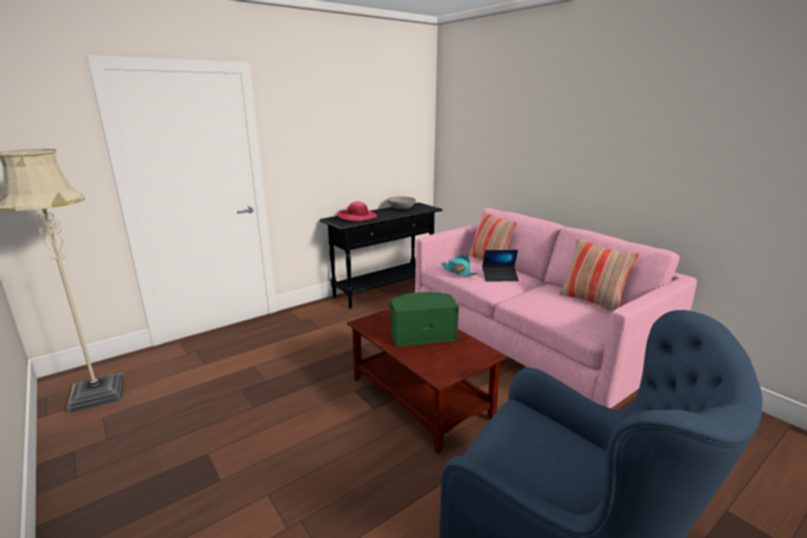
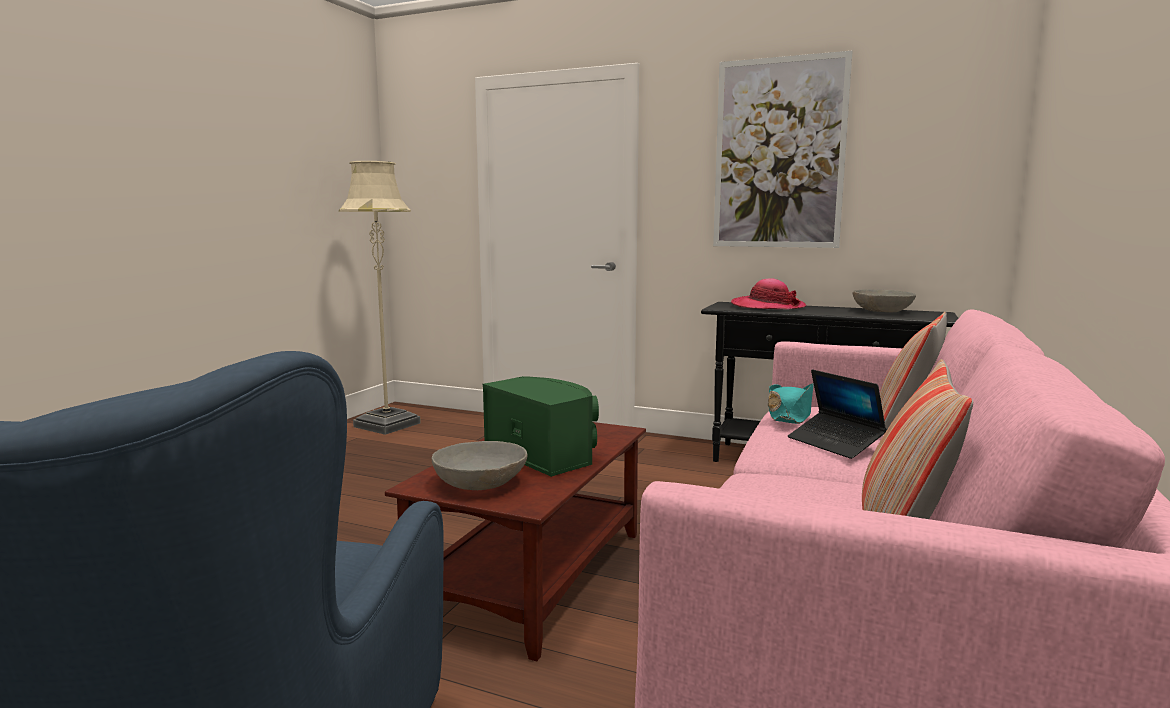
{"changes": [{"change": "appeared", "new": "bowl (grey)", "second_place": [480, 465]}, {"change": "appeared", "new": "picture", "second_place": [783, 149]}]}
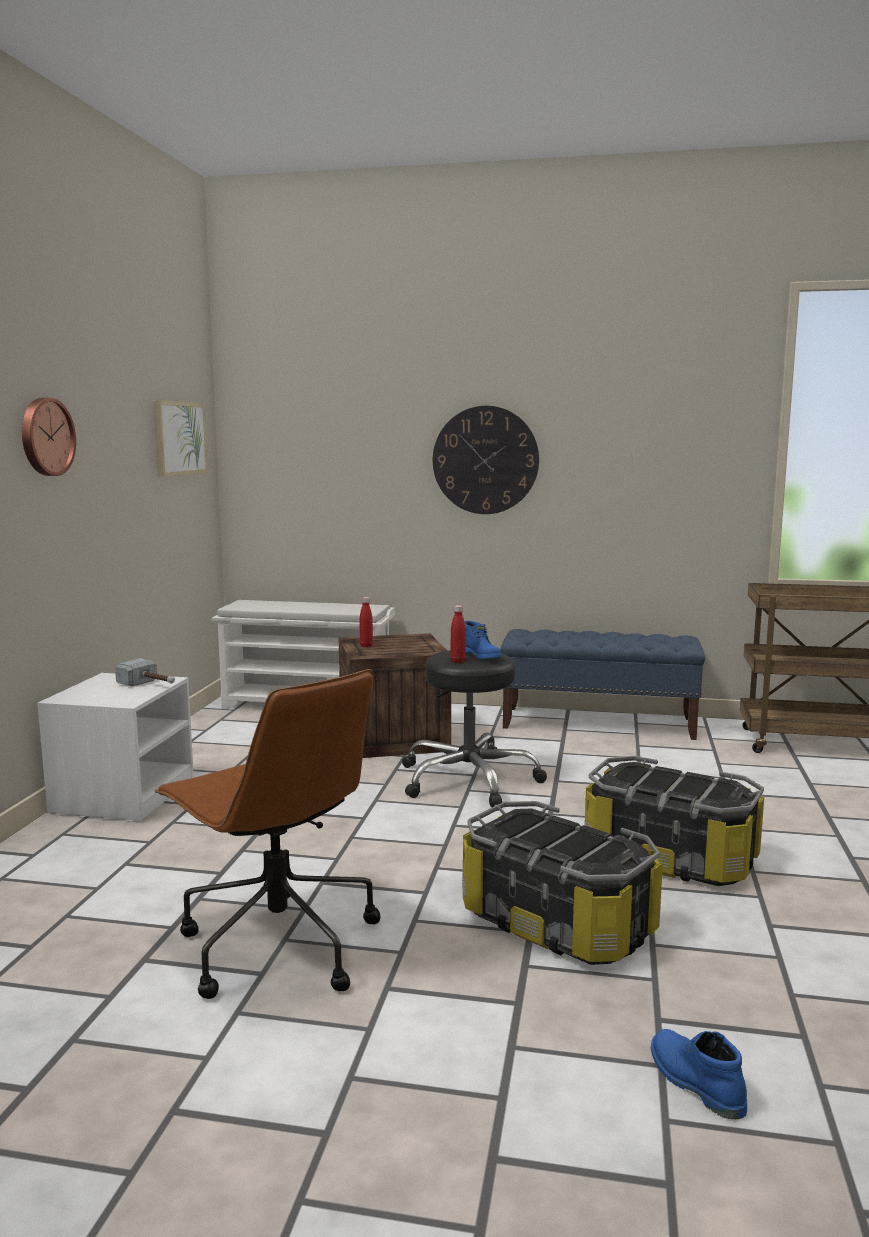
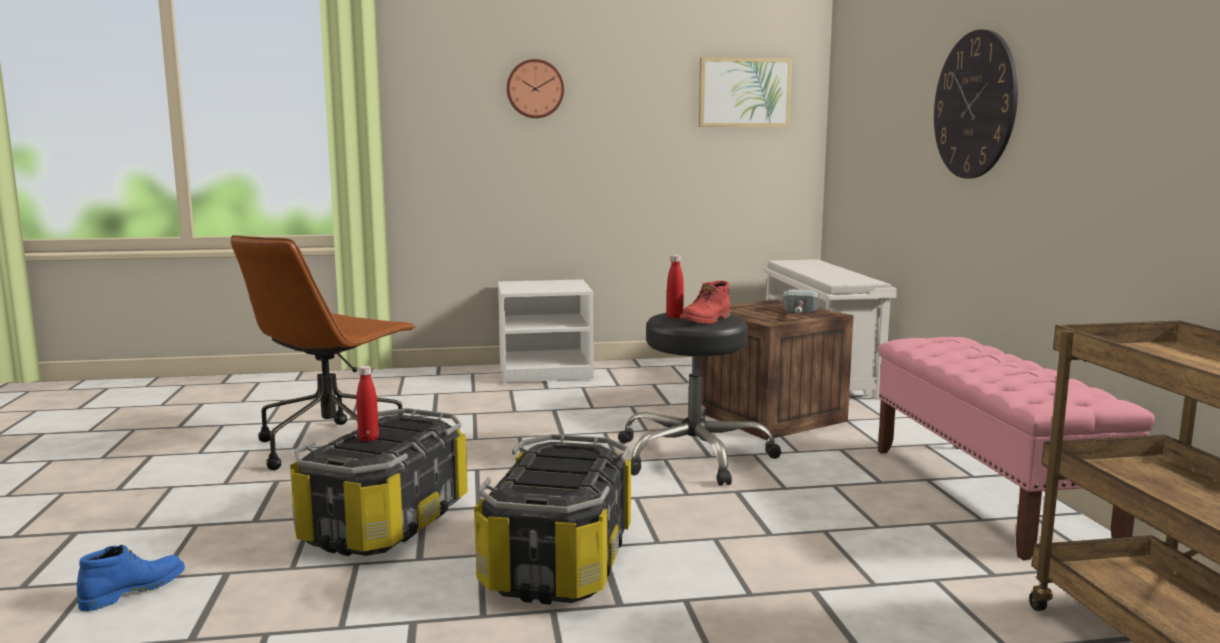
{"changes": [{"change": "relocated", "old": "hand hammer", "first_place": [145, 672], "second_place": [800, 301]}, {"change": "relocated", "old": "beverage bottle (reddish)", "first_place": [366, 622], "second_place": [367, 404]}, {"change": "colour", "old": "high-top boot (blue-coloured)", "new": "high-top boot (reddish)", "first_place": [483, 640], "second_place": [705, 302]}, {"change": "colour", "old": "indoor bench (blue-coloured)", "new": "indoor bench (pink-coloured)", "first_place": [602, 684], "second_place": [1016, 448]}]}
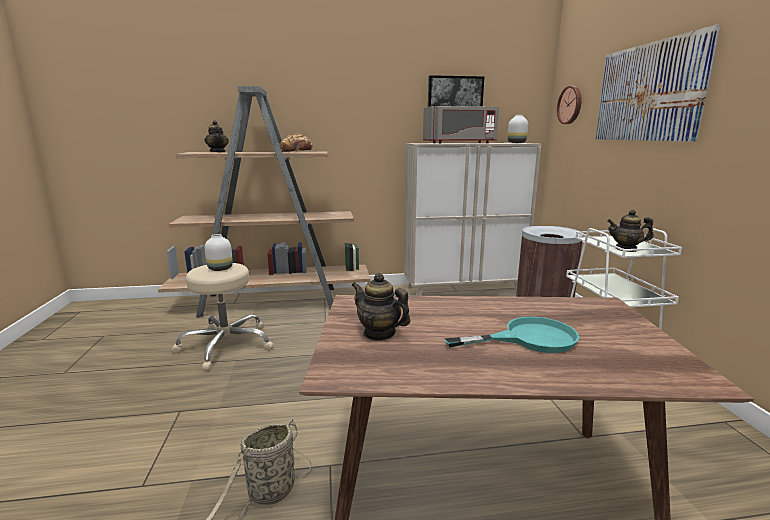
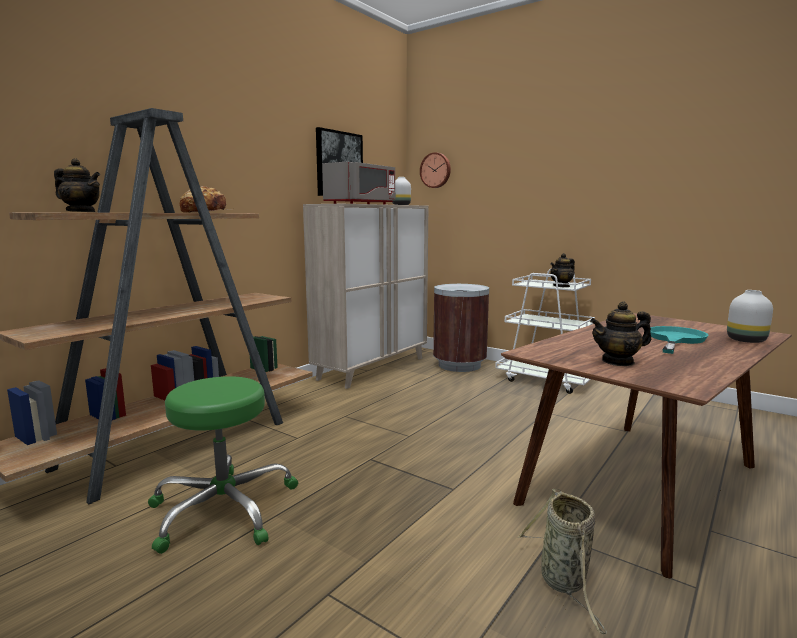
{"changes": [{"change": "colour", "old": "sitting stool (beige-coloured)", "new": "sitting stool (green-coloured)", "first_place": [223, 317], "second_place": [223, 465]}, {"change": "relocated", "old": "vase (white)", "first_place": [219, 252], "second_place": [750, 316]}, {"change": "missing", "old": "picture", "first_place": [658, 83]}]}
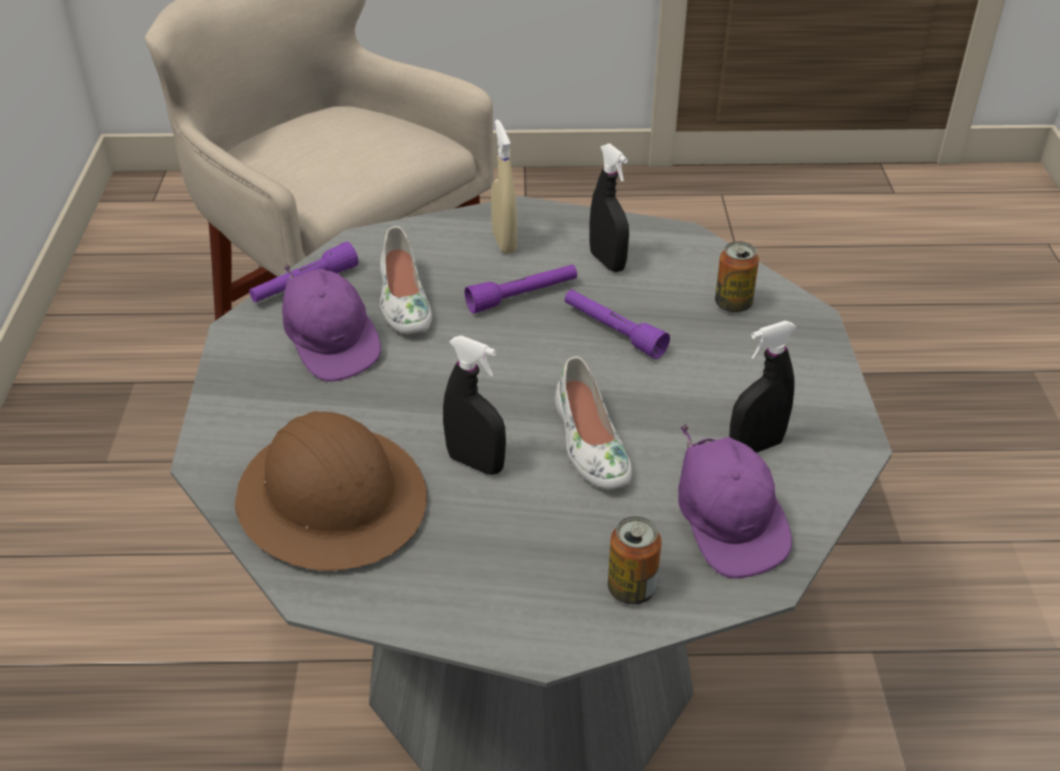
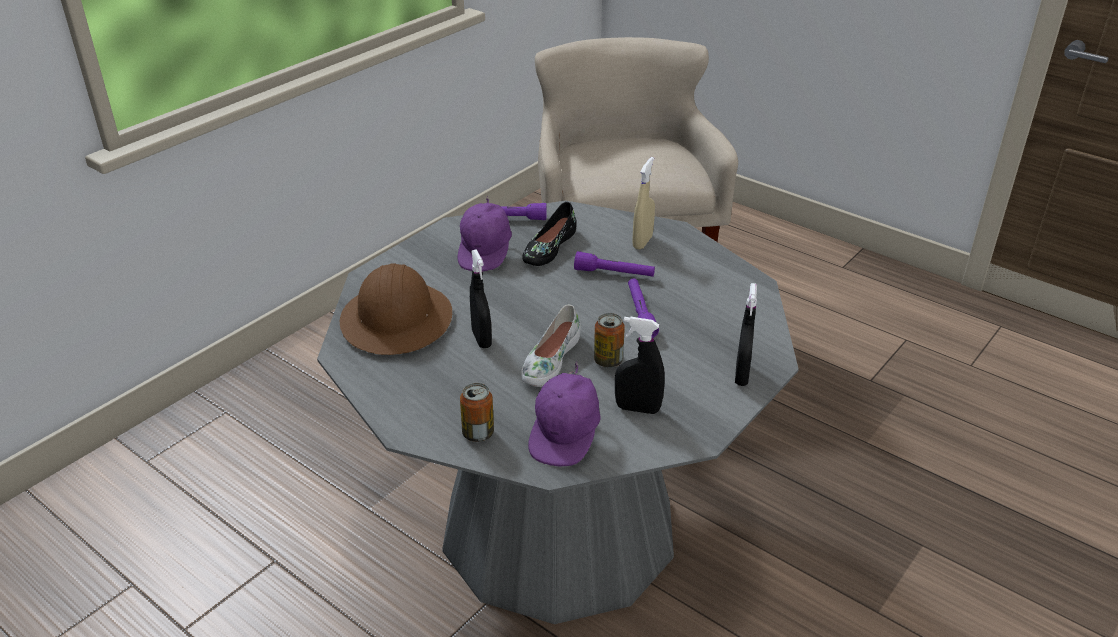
{"changes": [{"change": "colour", "old": "shoe (white)", "new": "shoe (black-coloured)", "first_place": [406, 280], "second_place": [549, 234]}, {"change": "relocated", "old": "spray bottle (black-coloured)", "first_place": [609, 207], "second_place": [746, 334]}, {"change": "relocated", "old": "can", "first_place": [737, 277], "second_place": [609, 340]}]}
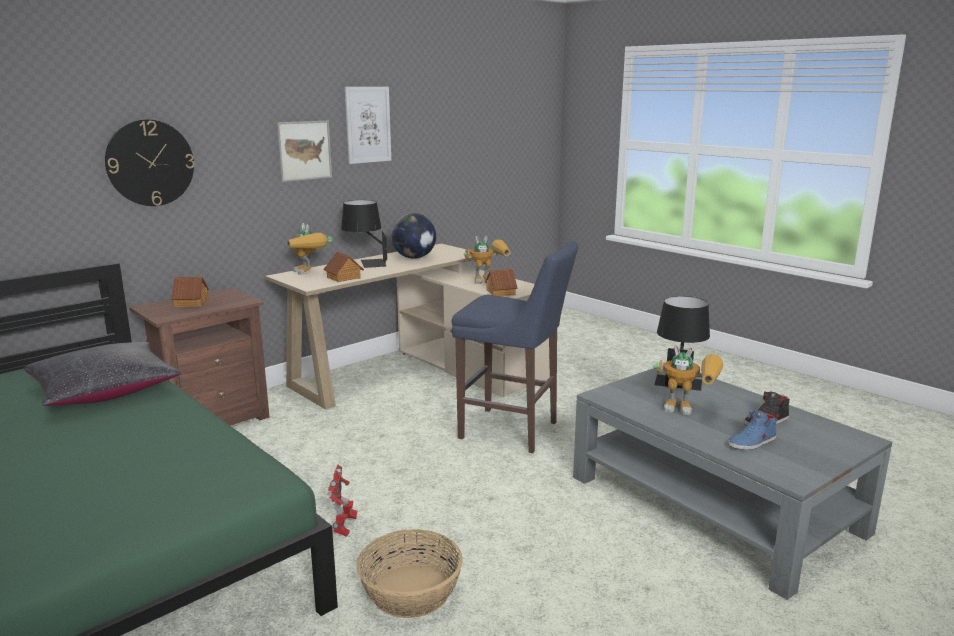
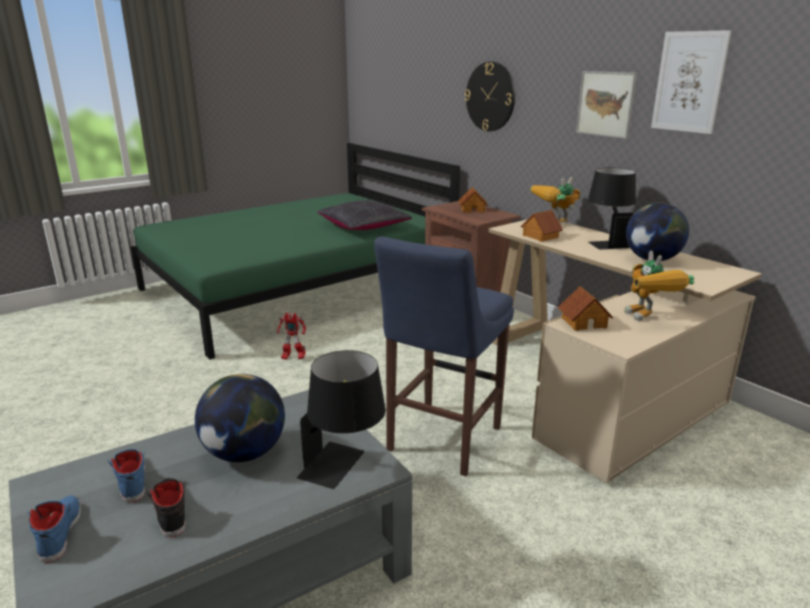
{"changes": [{"change": "missing", "old": "basket", "first_place": [410, 573]}, {"change": "exchanged", "old": "robot figure", "new": "globe", "first_place": [688, 380], "second_place": [240, 418]}, {"change": "appeared", "new": "shoe (blue-coloured)", "second_place": [54, 529]}]}
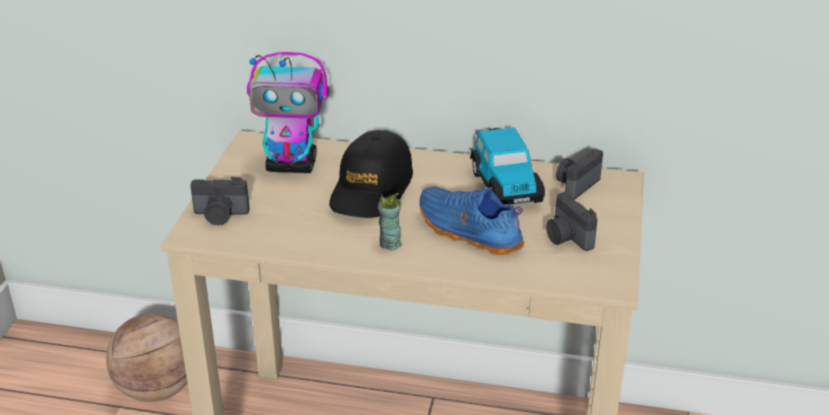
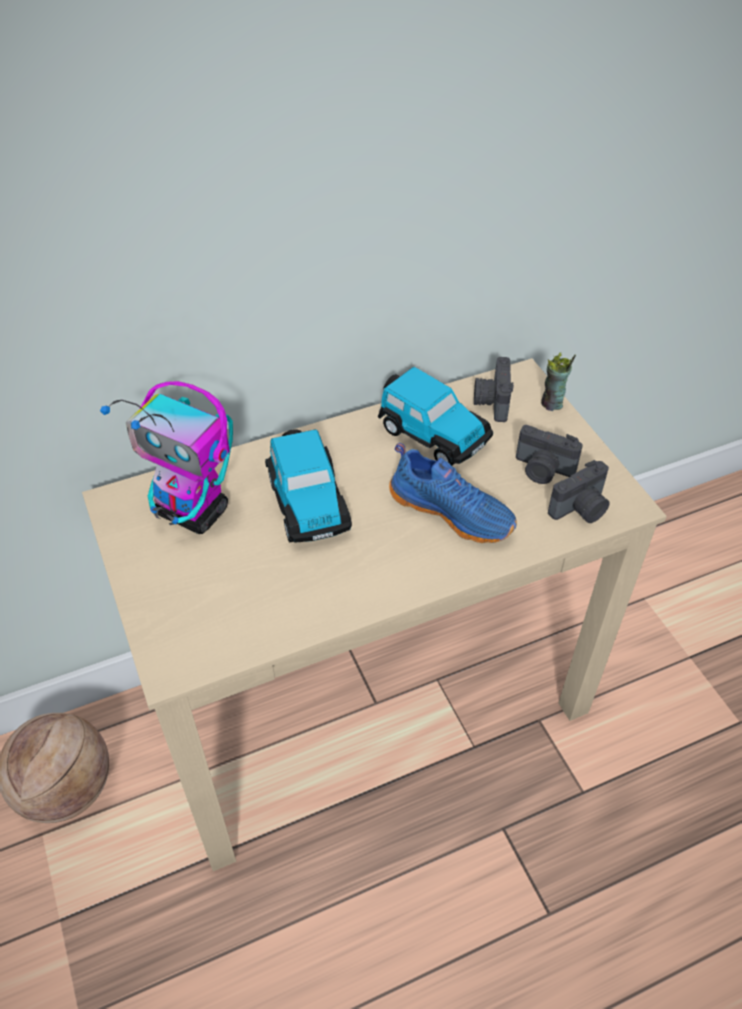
{"changes": [{"change": "relocated", "old": "photo camera", "first_place": [219, 201], "second_place": [579, 491]}, {"change": "spun", "old": "robot figure", "first_place": [288, 112], "second_place": [166, 457], "degrees": 60}, {"change": "exchanged", "old": "peaked cap (black-coloured)", "new": "miniature car", "first_place": [371, 174], "second_place": [308, 486]}, {"change": "relocated", "old": "drinking cup", "first_place": [389, 221], "second_place": [558, 381]}, {"change": "spun", "old": "shoe (blue-coloured)", "first_place": [471, 220], "second_place": [453, 493], "degrees": -150}]}
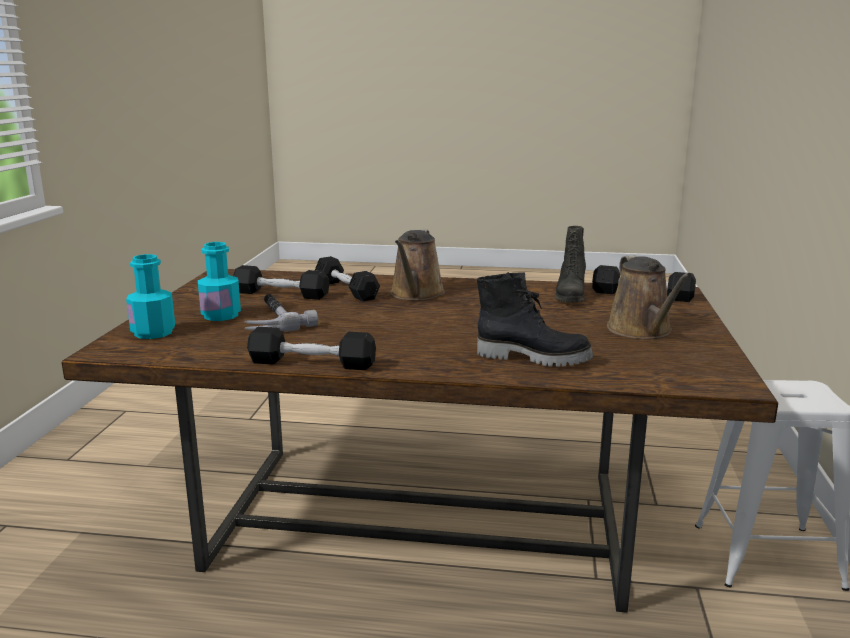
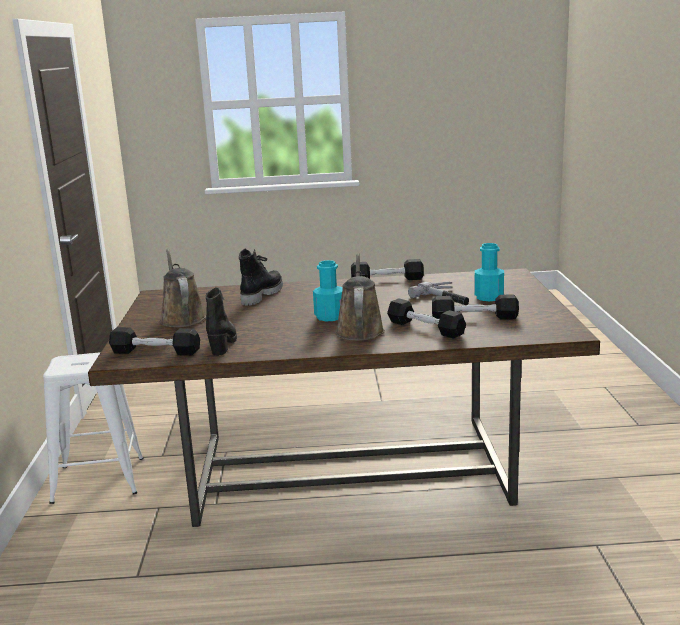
{"changes": [{"change": "relocated", "old": "beverage bottle (turquoise)", "first_place": [150, 296], "second_place": [328, 290]}, {"change": "spun", "old": "high-top boot (black-coloured)", "first_place": [535, 319], "second_place": [261, 277], "degrees": 105}]}
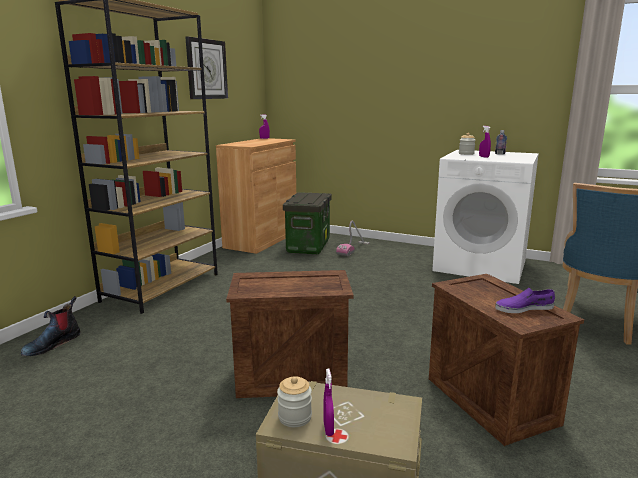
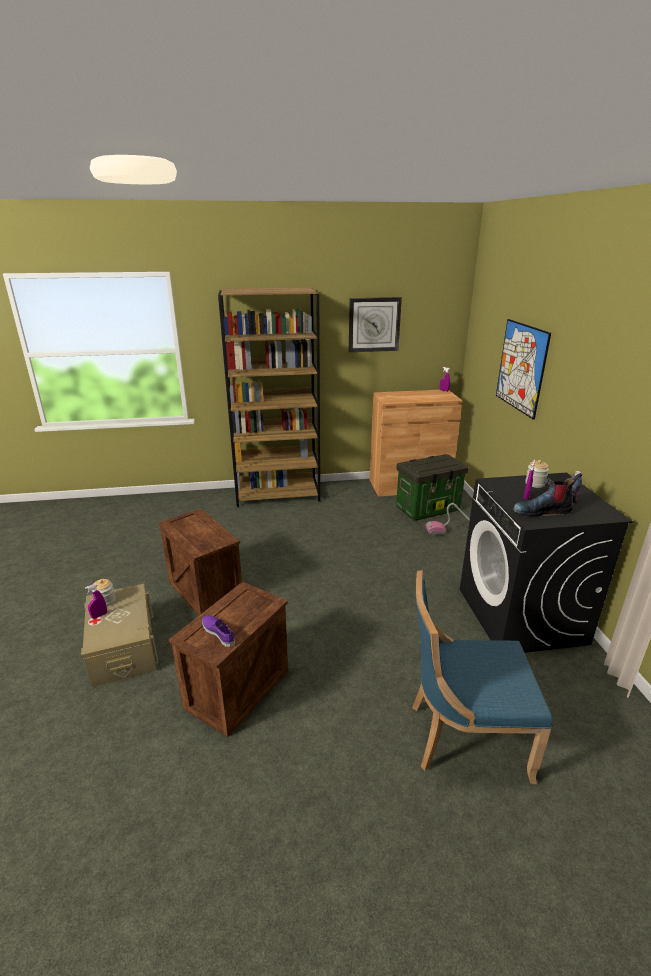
{"changes": [{"change": "relocated", "old": "high-top boot", "first_place": [51, 326], "second_place": [547, 495]}, {"change": "colour", "old": "laundry machine (white)", "new": "laundry machine (black-coloured)", "first_place": [485, 217], "second_place": [546, 563]}, {"change": "appeared", "new": "picture", "second_place": [523, 369]}]}
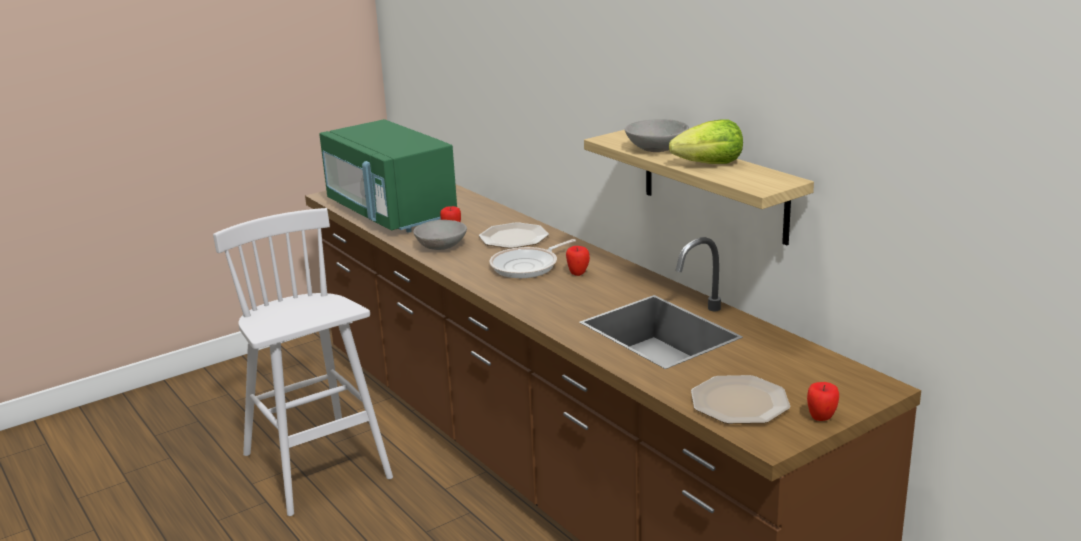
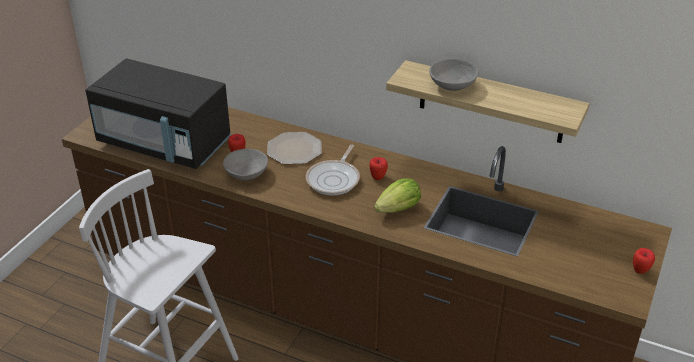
{"changes": [{"change": "colour", "old": "microwave (green-coloured)", "new": "microwave (black-coloured)", "first_place": [388, 175], "second_place": [158, 114]}, {"change": "relocated", "old": "lettuce", "first_place": [706, 141], "second_place": [397, 195]}, {"change": "missing", "old": "plate", "first_place": [740, 399]}]}
